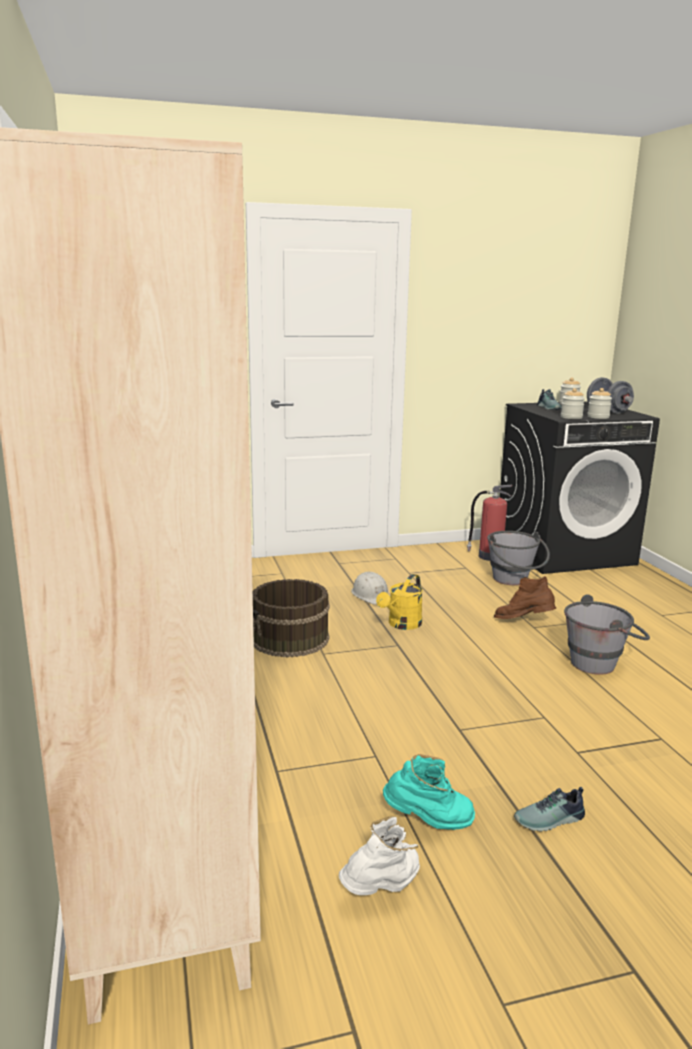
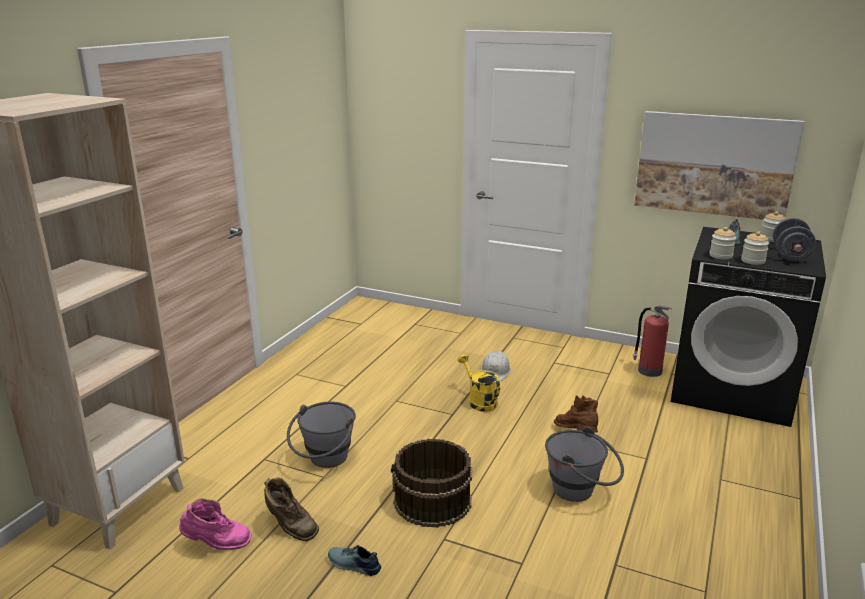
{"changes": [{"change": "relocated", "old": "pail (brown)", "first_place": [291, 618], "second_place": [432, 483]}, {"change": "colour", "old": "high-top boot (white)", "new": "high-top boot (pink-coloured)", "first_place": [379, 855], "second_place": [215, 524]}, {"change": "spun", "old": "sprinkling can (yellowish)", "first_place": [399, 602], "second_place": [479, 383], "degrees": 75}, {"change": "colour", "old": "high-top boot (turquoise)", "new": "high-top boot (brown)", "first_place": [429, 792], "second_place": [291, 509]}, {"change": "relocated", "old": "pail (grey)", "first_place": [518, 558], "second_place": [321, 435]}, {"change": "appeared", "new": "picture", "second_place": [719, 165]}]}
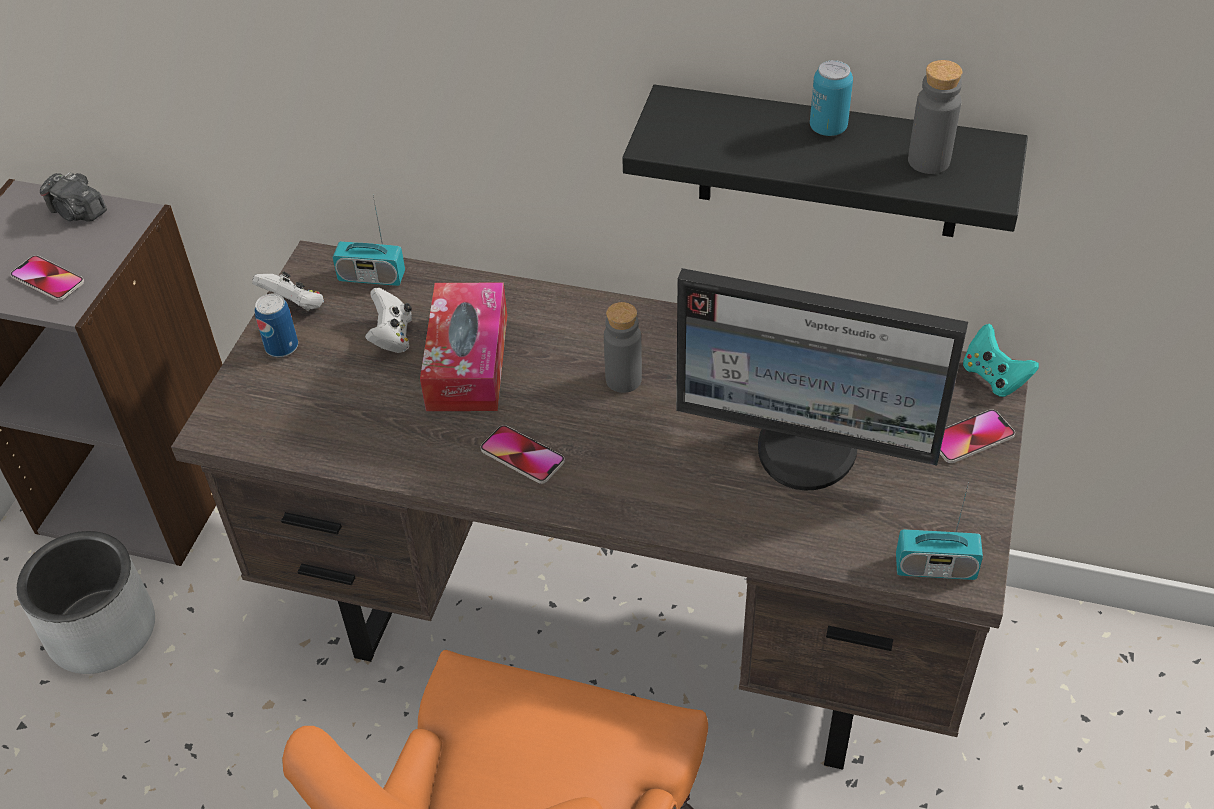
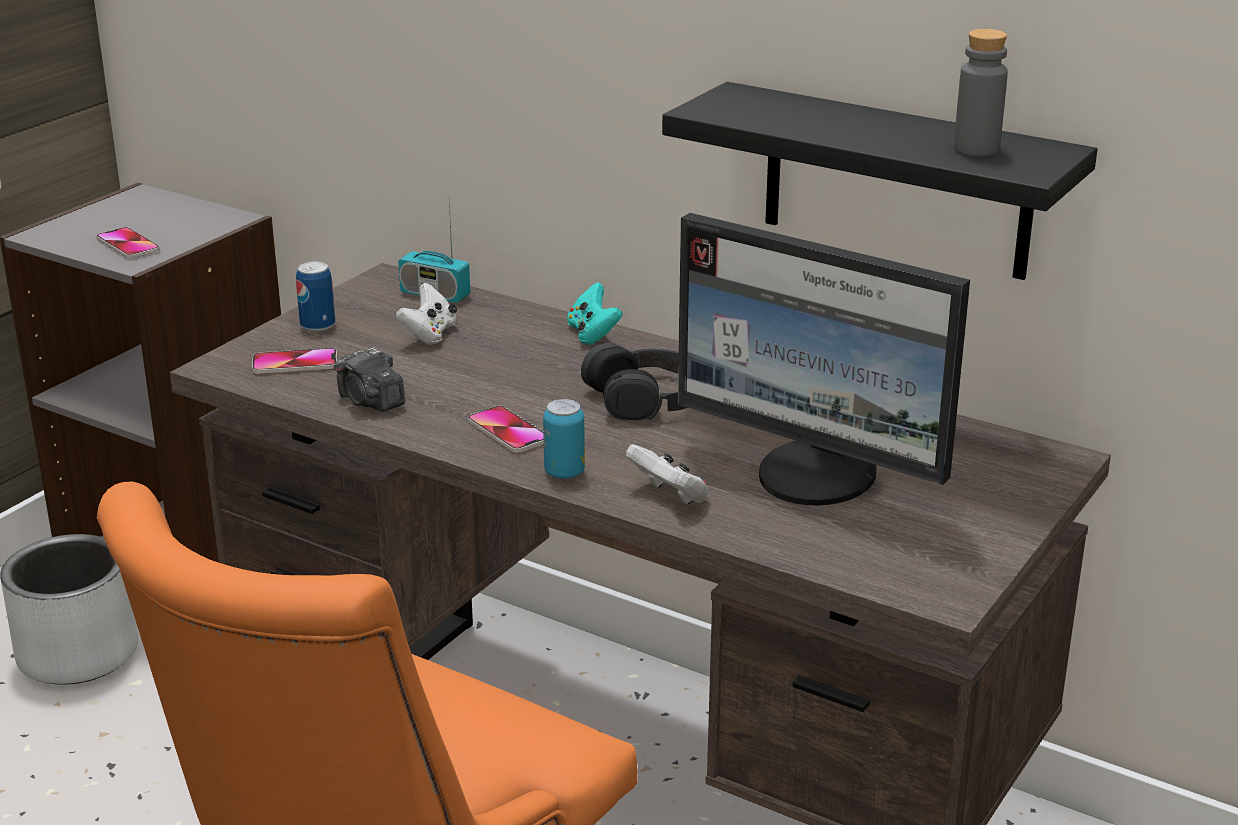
{"changes": [{"change": "relocated", "old": "photo camera", "first_place": [73, 196], "second_place": [369, 379]}, {"change": "relocated", "old": "gamepad (white)", "first_place": [288, 291], "second_place": [667, 474]}, {"change": "missing", "old": "tissue holder", "first_place": [463, 346]}, {"change": "exchanged", "old": "beverage bottle (grey)", "new": "pair of headphones (black-coloured)", "first_place": [623, 347], "second_place": [634, 382]}, {"change": "relocated", "old": "can", "first_place": [831, 98], "second_place": [564, 439]}, {"change": "missing", "old": "radio receiver", "first_place": [939, 531]}, {"change": "relocated", "old": "phone", "first_place": [977, 436], "second_place": [294, 361]}, {"change": "relocated", "old": "gamepad (turquoise)", "first_place": [1001, 360], "second_place": [595, 313]}]}
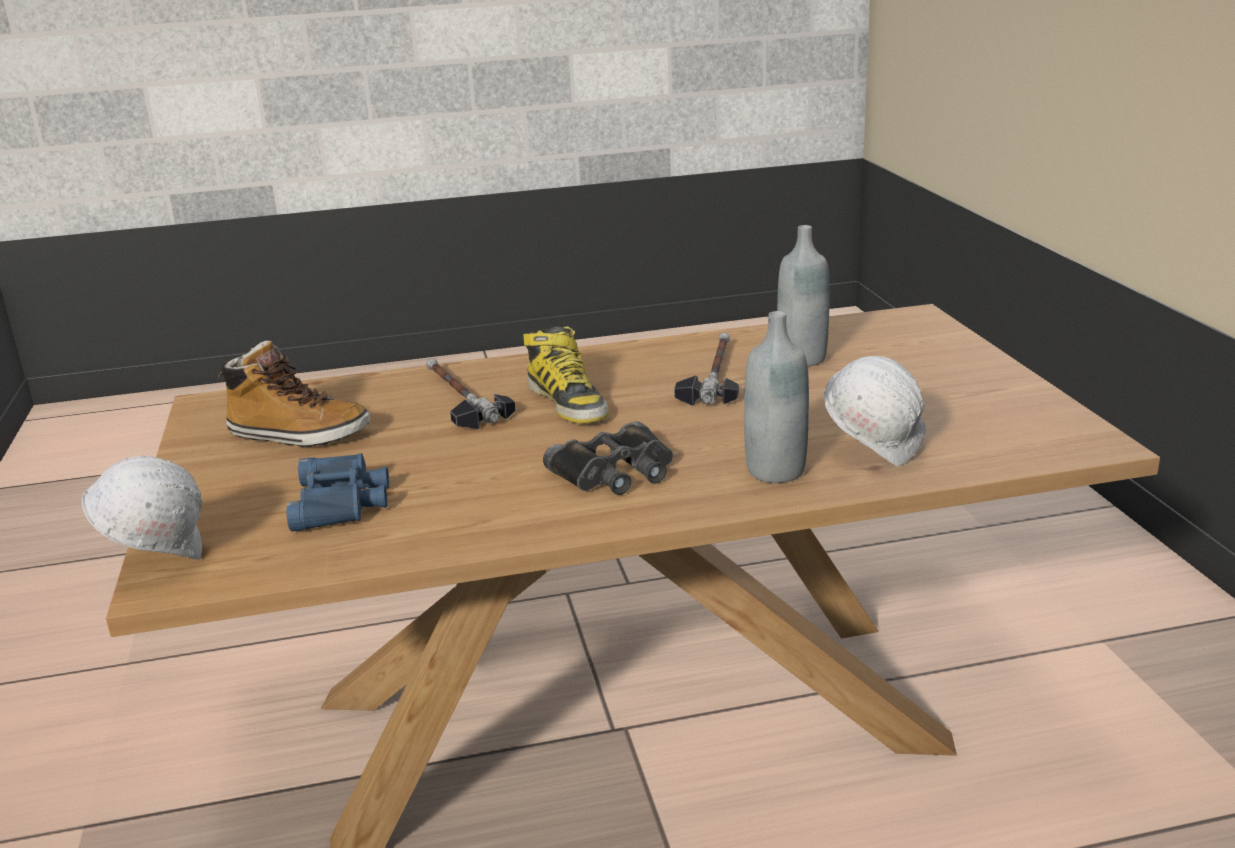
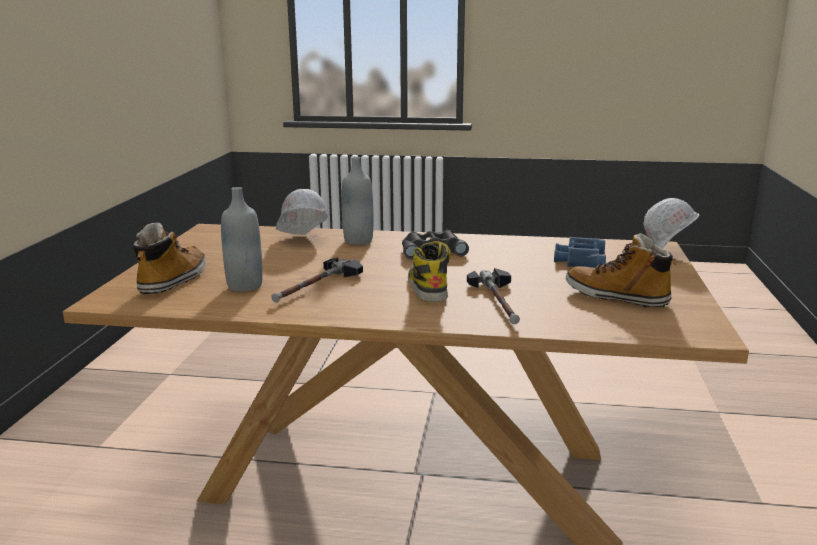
{"changes": [{"change": "appeared", "new": "high-top boot", "second_place": [169, 258]}]}
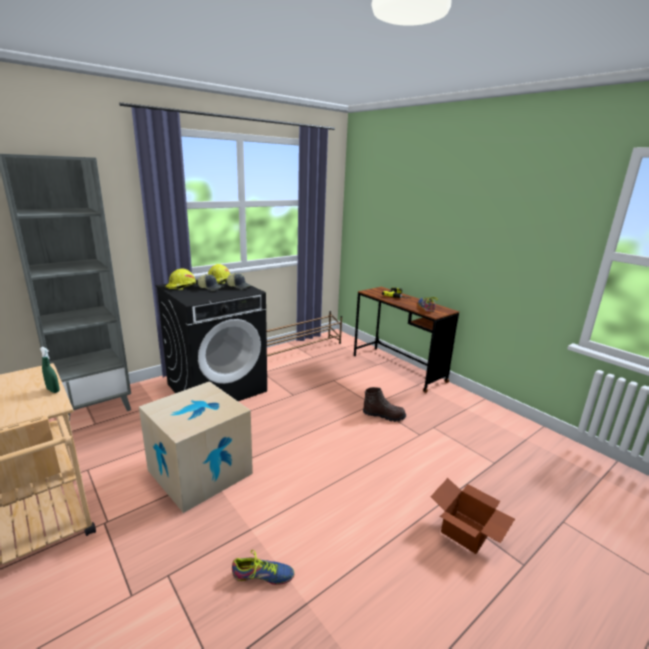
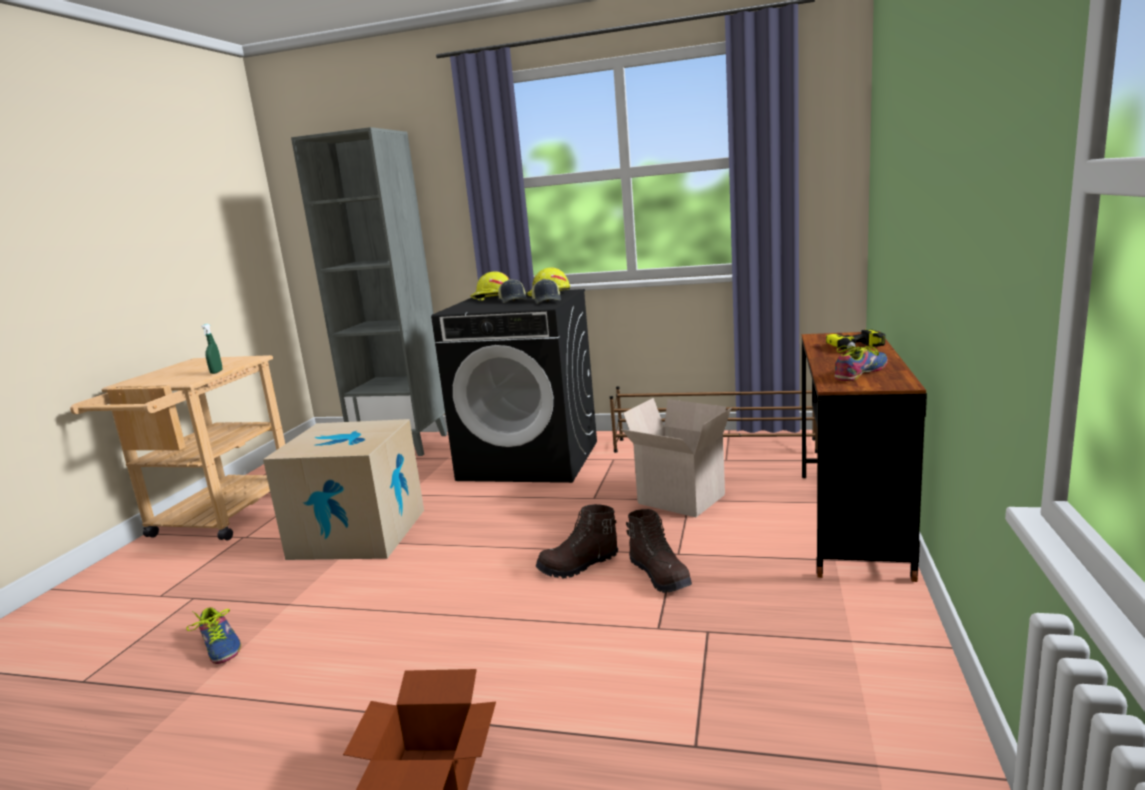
{"changes": [{"change": "appeared", "new": "high-top boot (brown)", "second_place": [577, 541]}, {"change": "appeared", "new": "cardboard box", "second_place": [676, 457]}]}
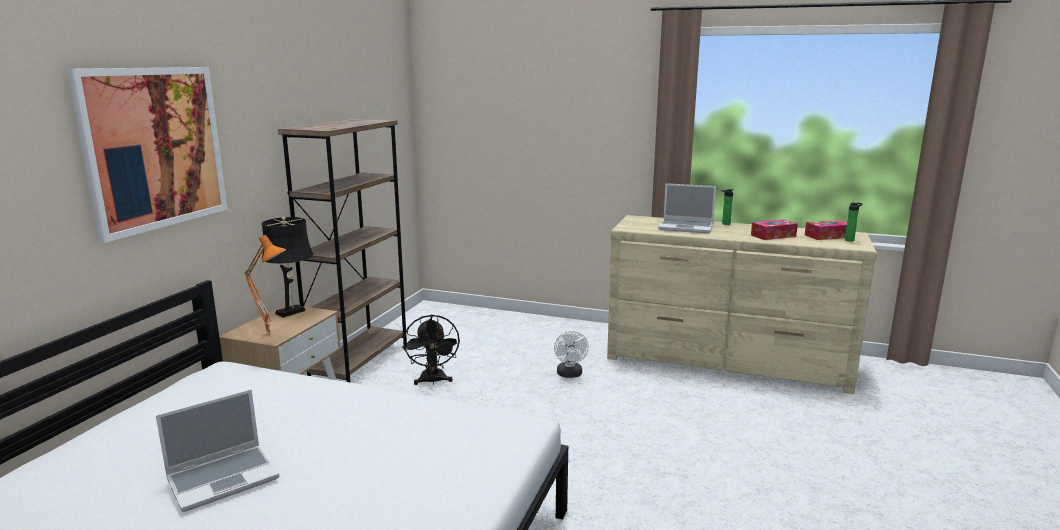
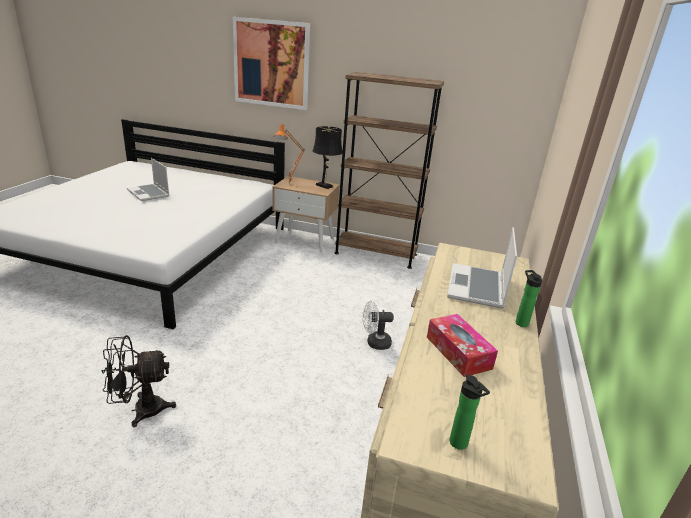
{"changes": [{"change": "relocated", "old": "cooling fan (black-coloured)", "first_place": [431, 349], "second_place": [138, 381]}, {"change": "missing", "old": "tissue holder", "first_place": [826, 230]}]}
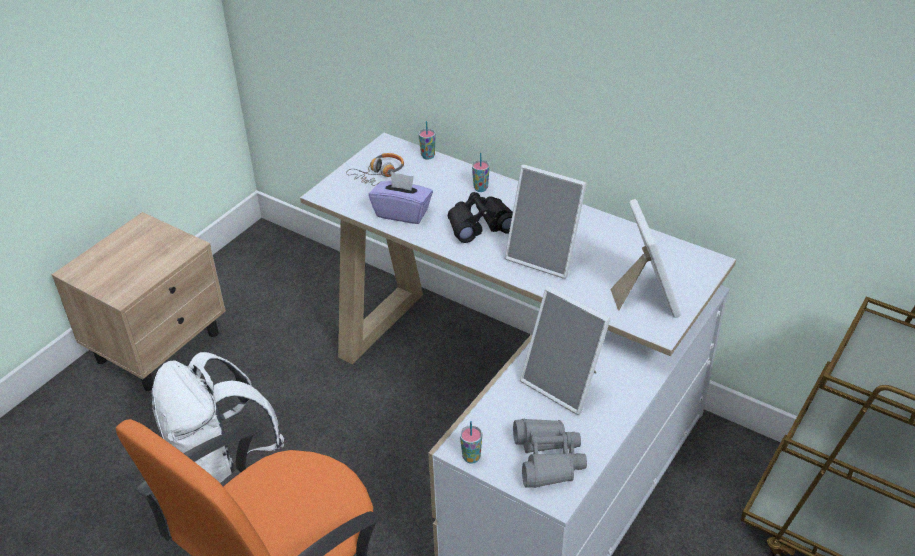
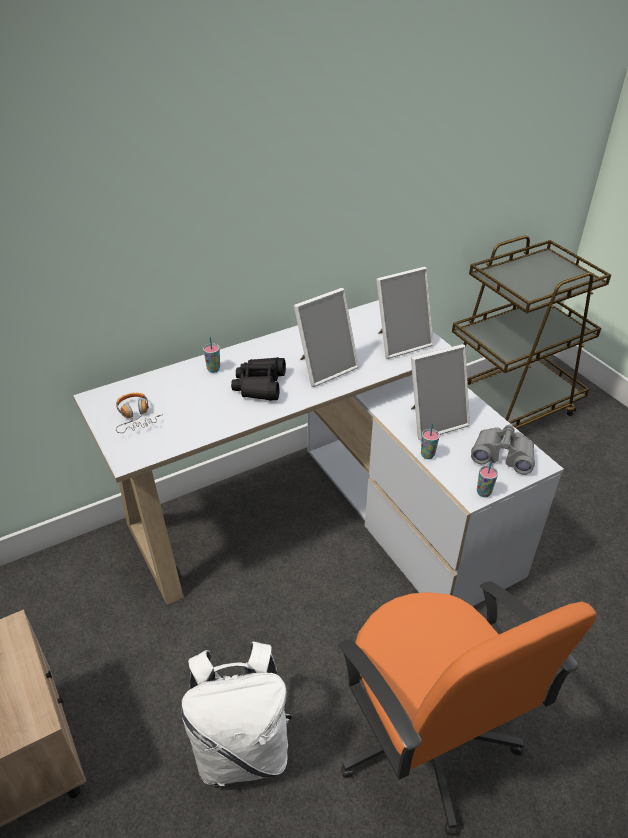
{"changes": [{"change": "missing", "old": "tissue holder (purplish)", "first_place": [401, 197]}, {"change": "relocated", "old": "drinking cup", "first_place": [427, 140], "second_place": [430, 441]}, {"change": "spun", "old": "picture frame", "first_place": [645, 258], "second_place": [405, 313], "degrees": 135}]}
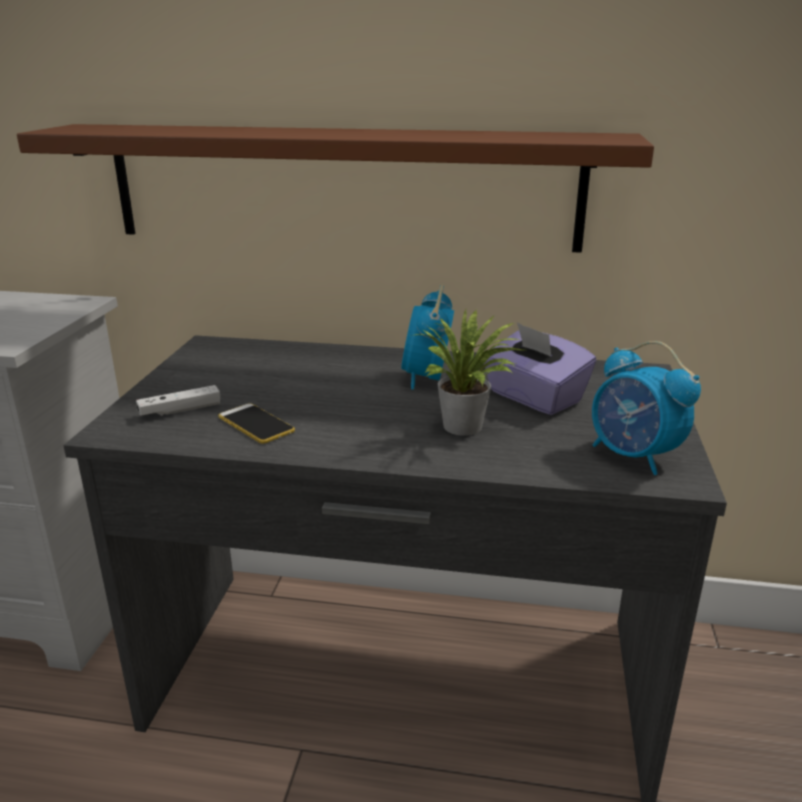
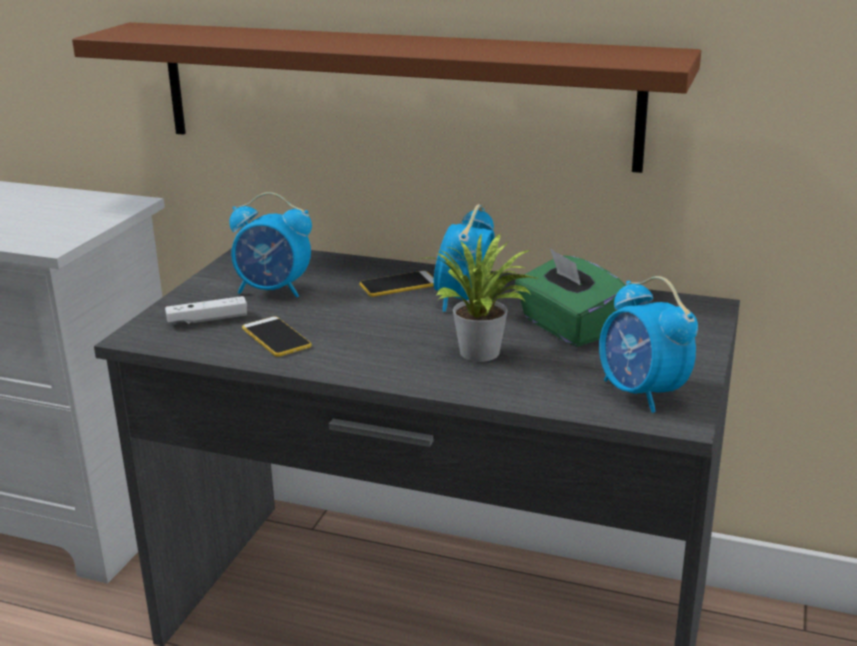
{"changes": [{"change": "colour", "old": "tissue holder (purplish)", "new": "tissue holder (green-coloured)", "first_place": [540, 368], "second_place": [570, 297]}, {"change": "appeared", "new": "table clock", "second_place": [270, 245]}, {"change": "appeared", "new": "phone", "second_place": [396, 284]}]}
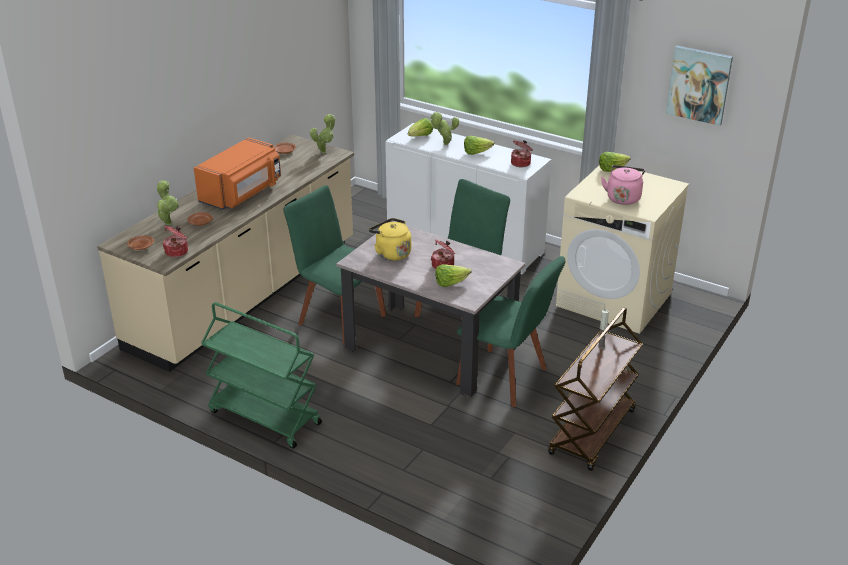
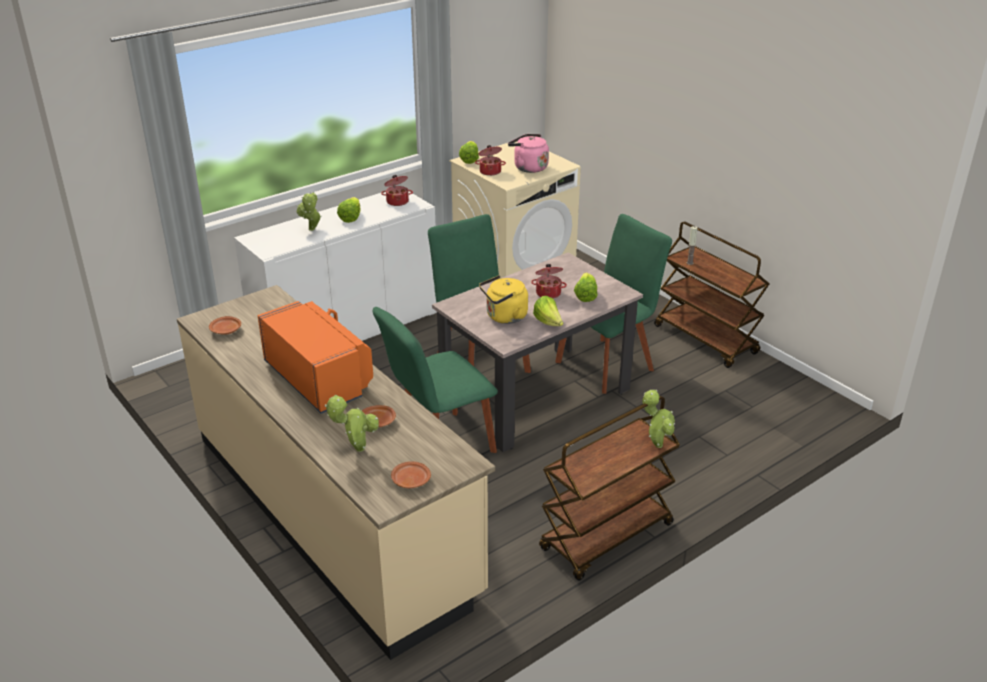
{"changes": [{"change": "relocated", "old": "saucepot", "first_place": [175, 241], "second_place": [490, 160]}, {"change": "colour", "old": "trolley (green-coloured)", "new": "trolley (brown)", "first_place": [261, 375], "second_place": [609, 488]}, {"change": "relocated", "old": "potted plant", "first_place": [322, 134], "second_place": [659, 419]}, {"change": "relocated", "old": "lettuce", "first_place": [420, 127], "second_place": [548, 311]}, {"change": "missing", "old": "picture", "first_place": [699, 86]}]}
